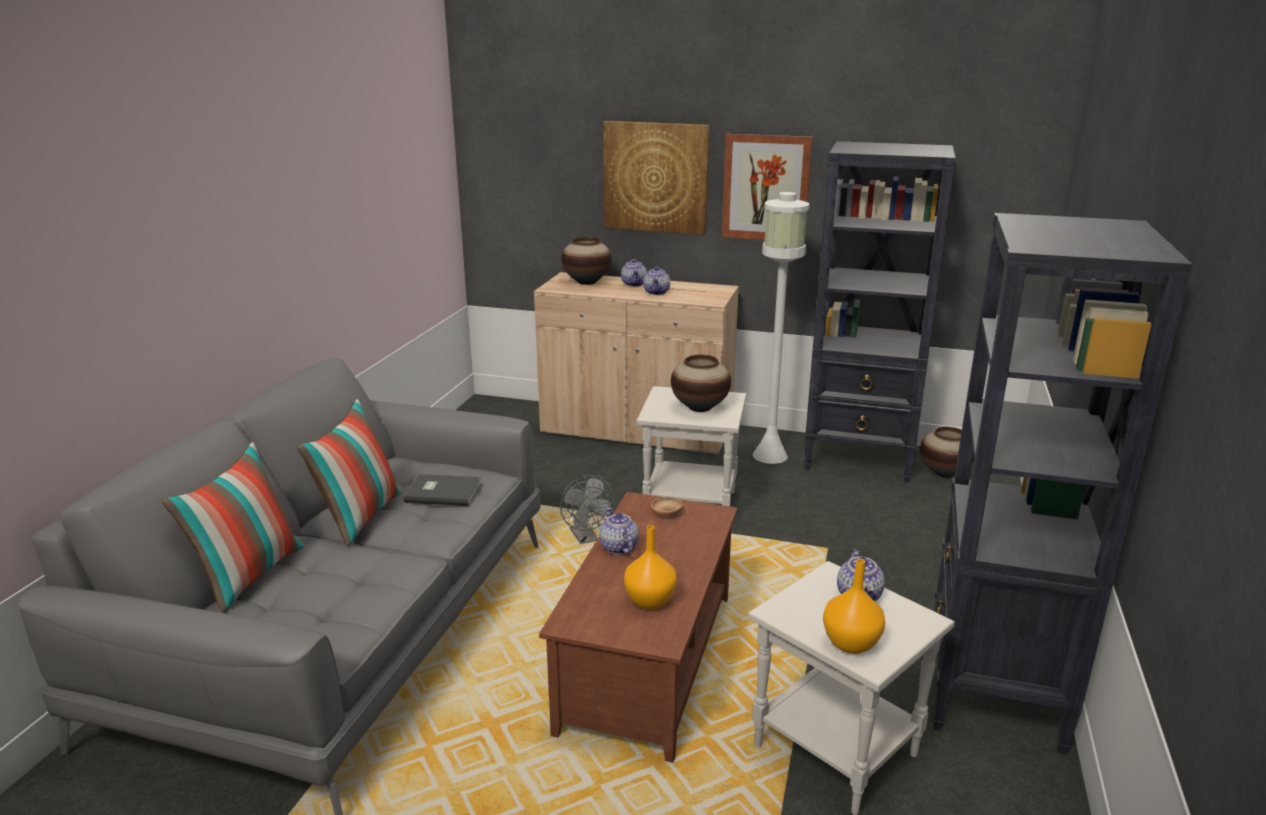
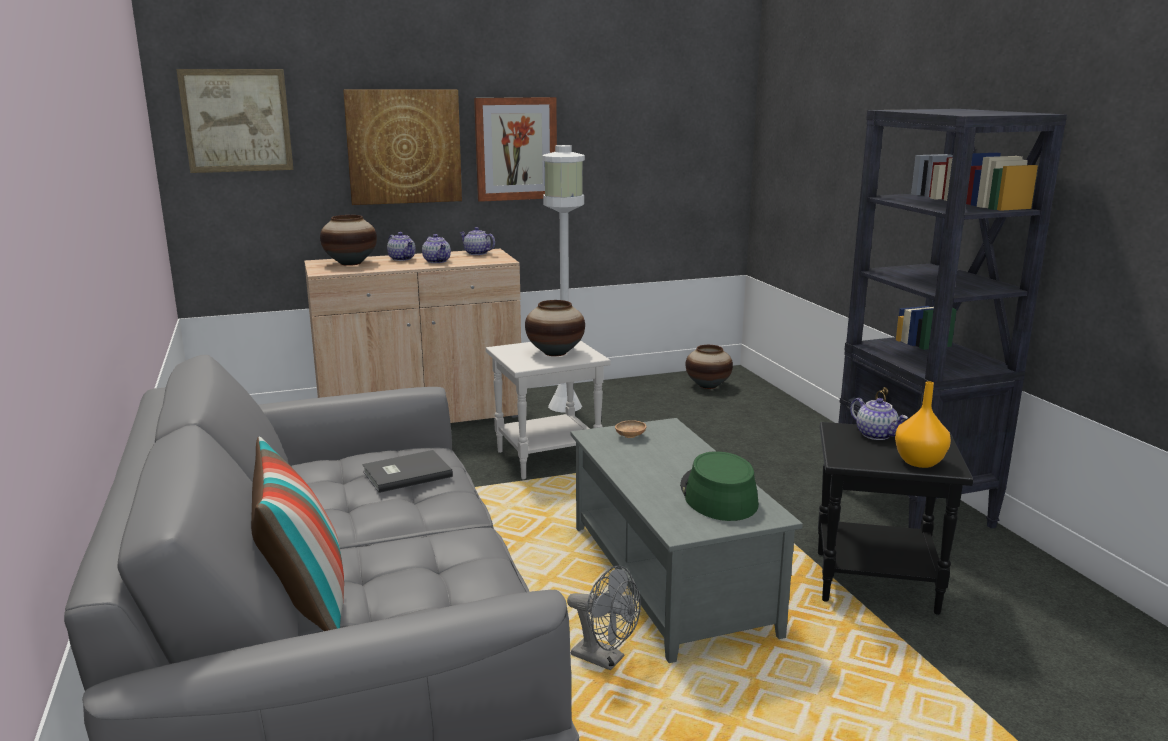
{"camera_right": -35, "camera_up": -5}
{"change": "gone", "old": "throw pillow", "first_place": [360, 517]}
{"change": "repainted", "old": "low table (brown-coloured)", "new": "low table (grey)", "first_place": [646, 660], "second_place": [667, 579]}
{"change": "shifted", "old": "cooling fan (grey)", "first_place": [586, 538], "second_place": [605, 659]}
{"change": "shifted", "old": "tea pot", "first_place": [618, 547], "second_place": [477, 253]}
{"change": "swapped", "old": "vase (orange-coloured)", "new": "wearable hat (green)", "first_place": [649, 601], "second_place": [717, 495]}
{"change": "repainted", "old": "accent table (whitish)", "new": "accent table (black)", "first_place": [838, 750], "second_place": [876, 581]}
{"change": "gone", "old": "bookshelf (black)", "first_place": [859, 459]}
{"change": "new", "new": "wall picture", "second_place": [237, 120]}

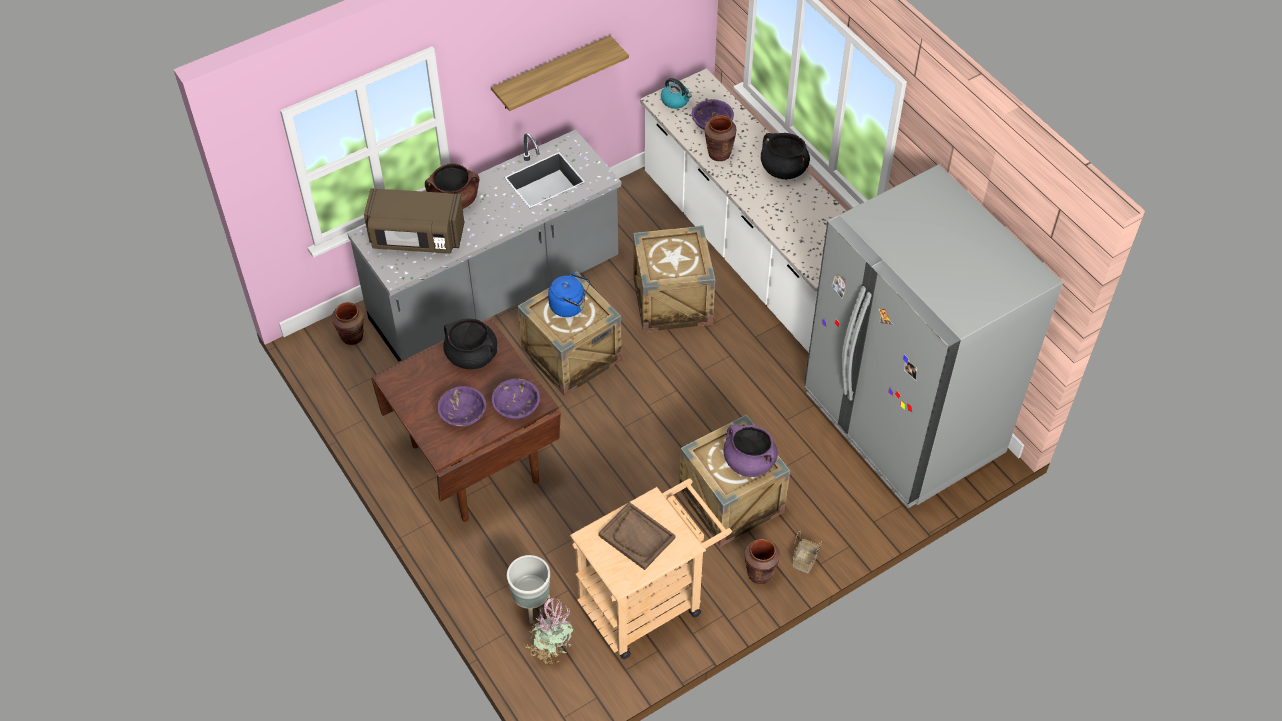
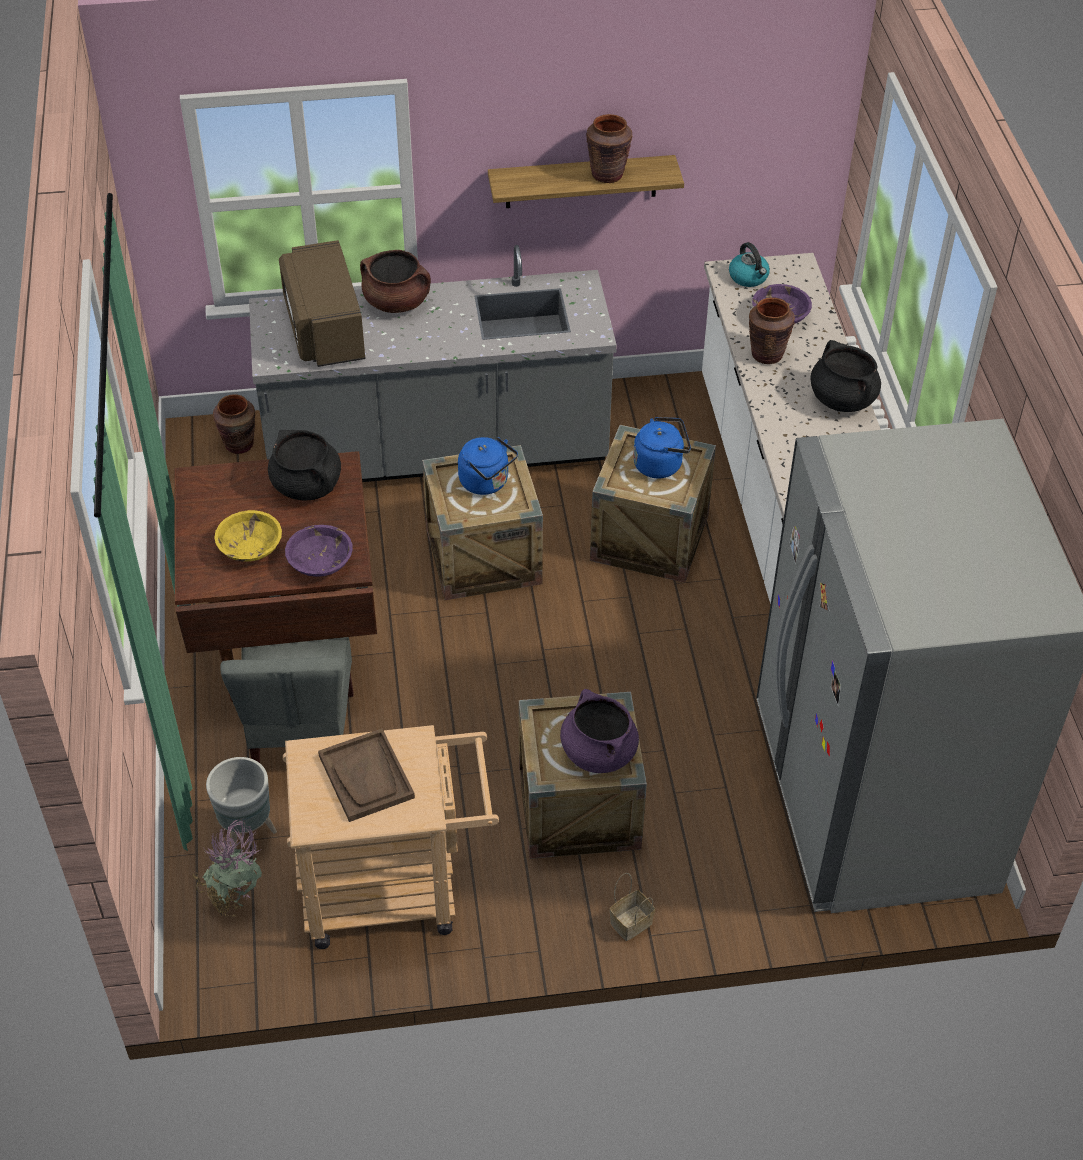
{"camera_right": 25, "camera_up": -5}
{"change": "rotated", "old": "microwave (brown-coloured)", "first_place": [416, 238], "second_place": [324, 329], "degrees": 45}
{"change": "repainted", "old": "deep dish (purple)", "new": "deep dish (yellow-coloured)", "first_place": [463, 414], "second_place": [250, 549]}
{"change": "shifted", "old": "vase (brown-coloured)", "first_place": [759, 573], "second_place": [607, 174]}
{"change": "new", "new": "plain chair (grey)", "second_place": [301, 735]}
{"change": "new", "new": "kettle (blue)", "second_place": [660, 464]}

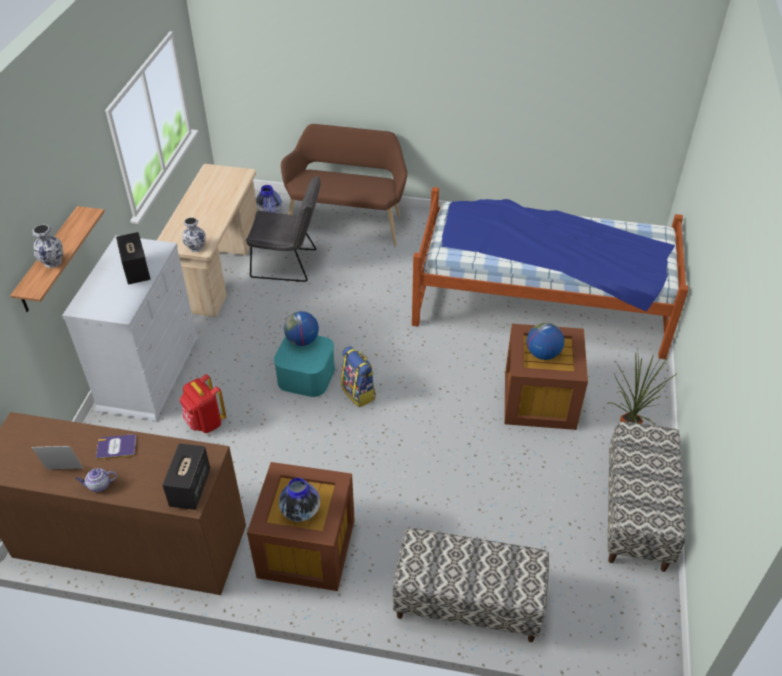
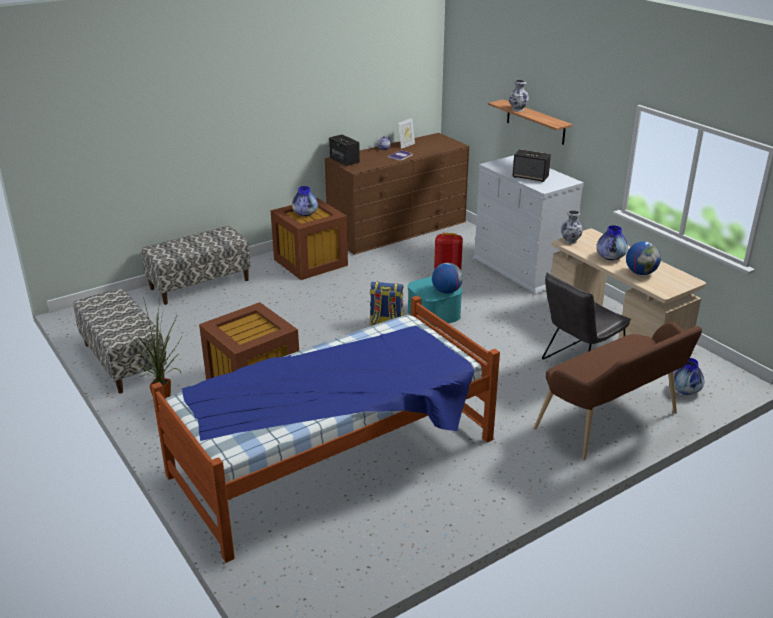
{"camera_right": 135, "camera_up": -15}
{"change": "shifted", "old": "desk globe", "first_place": [542, 354], "second_place": [640, 273]}
{"change": "new", "new": "vase", "second_place": [610, 257]}

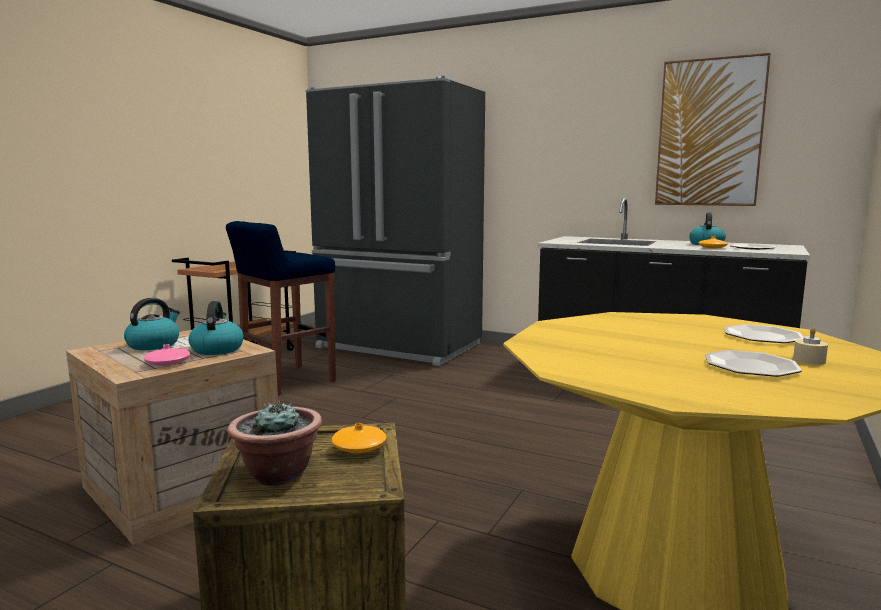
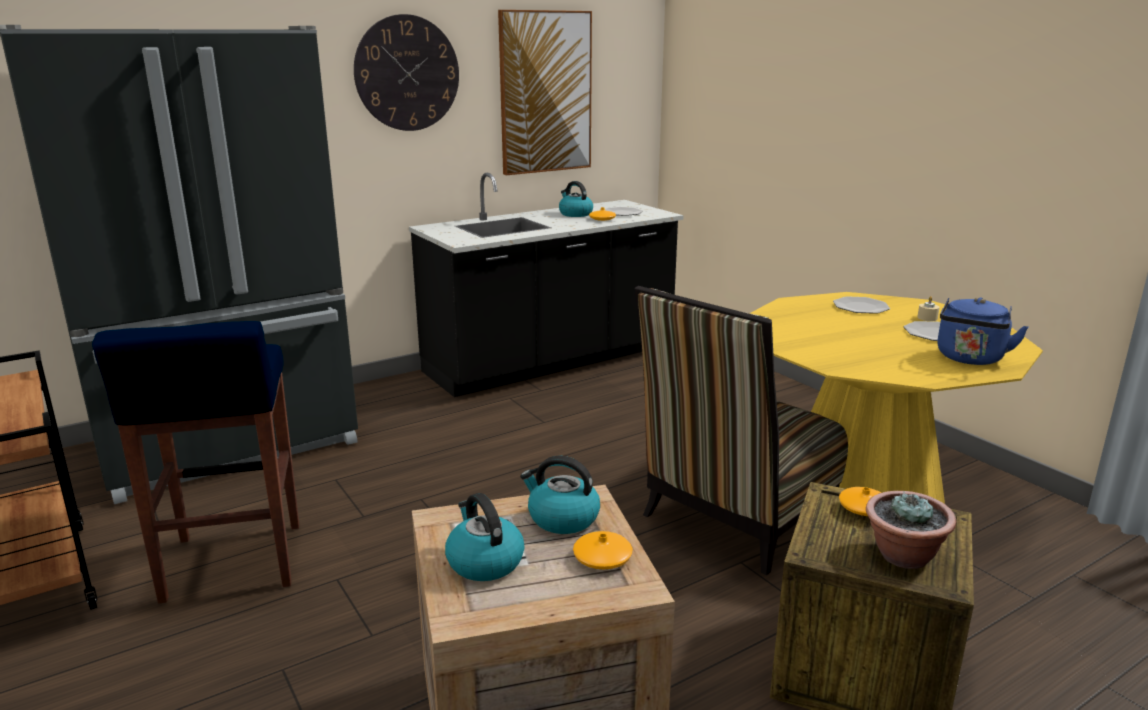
{"camera_right": -60, "camera_up": 10}
{"change": "repainted", "old": "vase (pink)", "new": "vase (orange-coloured)", "first_place": [167, 363], "second_place": [602, 558]}
{"change": "new", "new": "clock on the wall", "second_place": [407, 73]}
{"change": "new", "new": "plain chair", "second_place": [740, 515]}
{"change": "new", "new": "kettle (blue)", "second_place": [970, 359]}

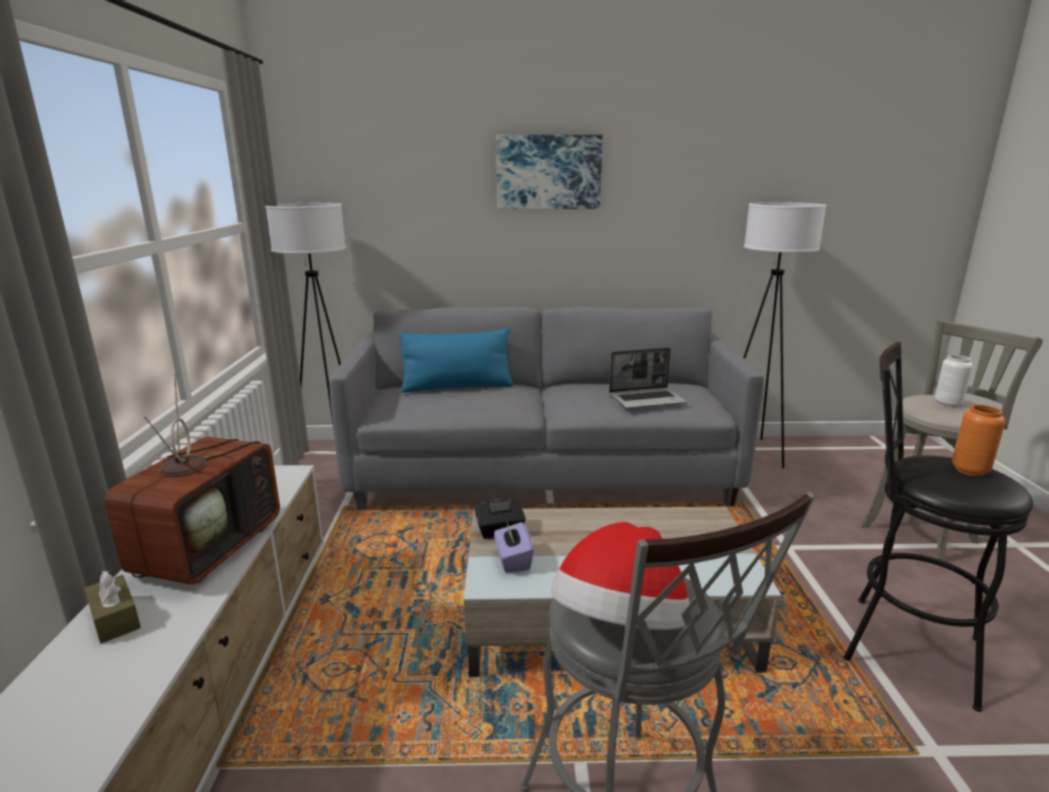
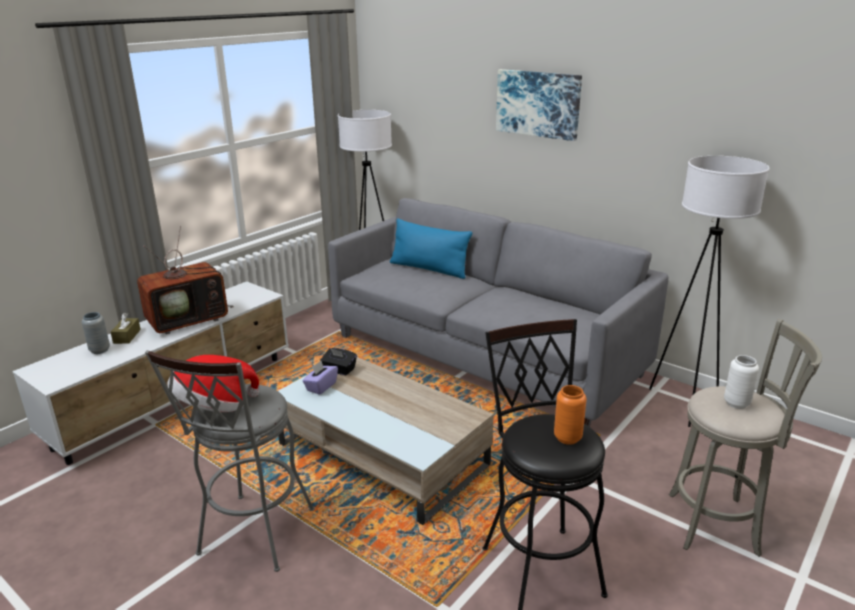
{"camera_right": 40, "camera_up": 5}
{"change": "gone", "old": "notebook computer", "first_place": [647, 399]}
{"change": "new", "new": "vase (grey)", "second_place": [100, 350]}

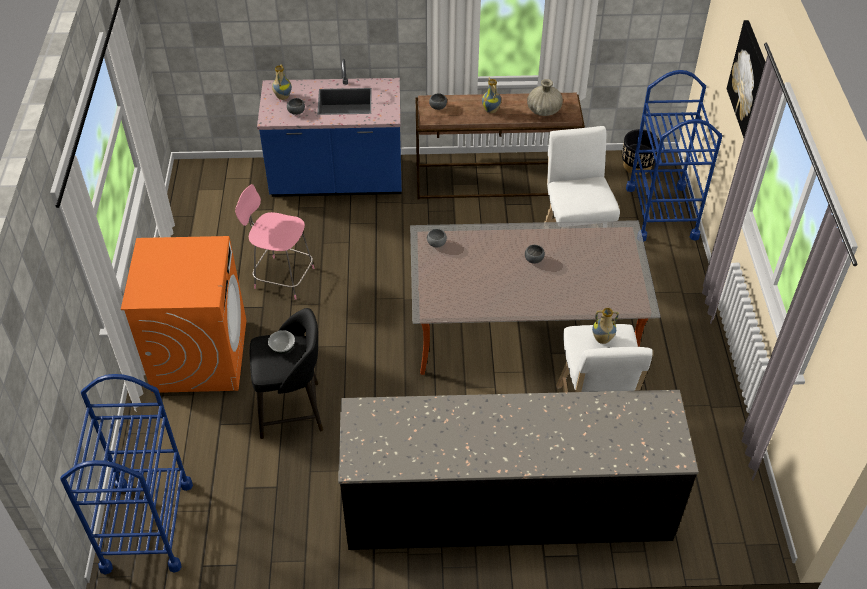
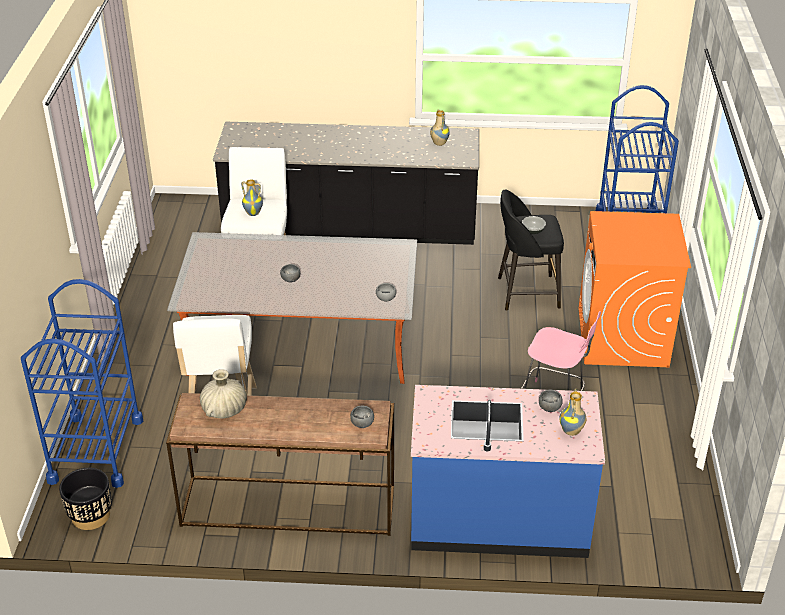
{"camera_right": -175, "camera_up": -10}
{"change": "shifted", "old": "vase", "first_place": [491, 110], "second_place": [439, 143]}
{"change": "gone", "old": "wall picture", "first_place": [749, 80]}

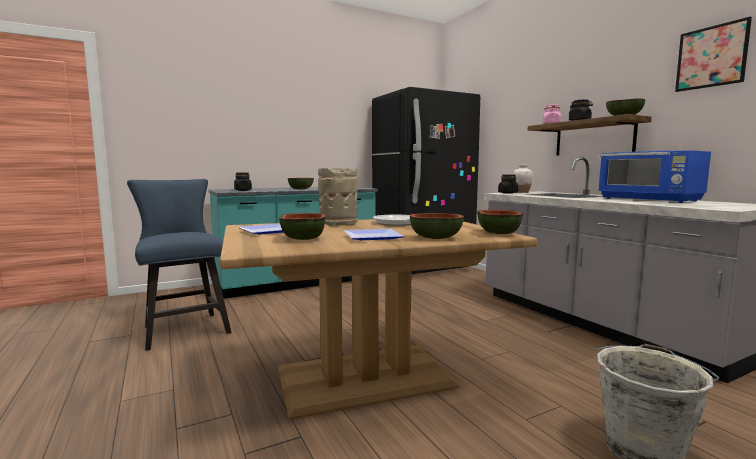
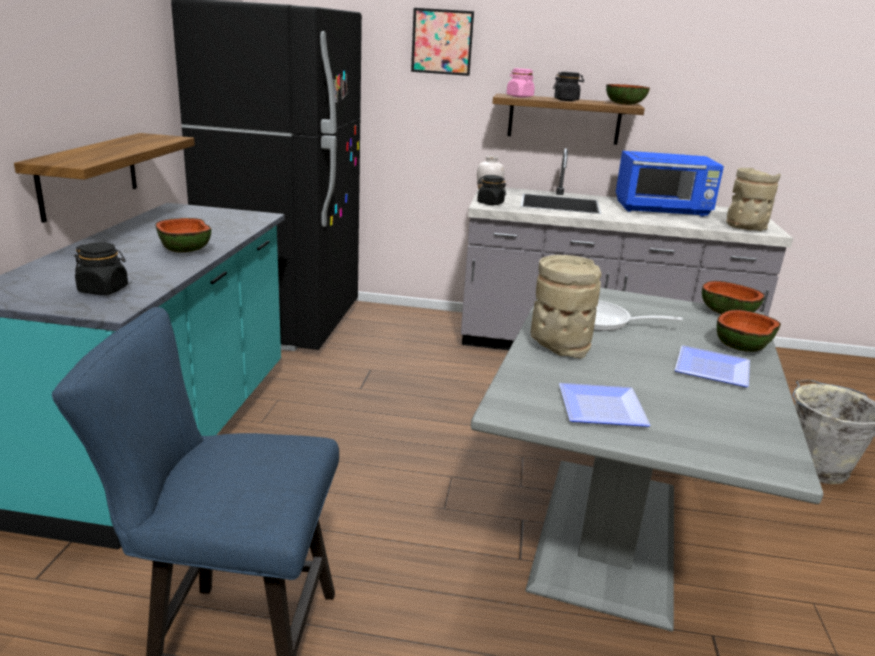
{"camera_right": -55, "camera_up": 15}
{"change": "repainted", "old": "dining table (brown-coloured)", "new": "dining table (grey)", "first_place": [366, 378], "second_place": [610, 534]}
{"change": "gone", "old": "deep dish", "first_place": [302, 239]}
{"change": "shifted", "old": "wall picture", "first_place": [711, 57], "second_place": [442, 42]}
{"change": "new", "new": "wall shelf", "second_place": [89, 175]}
{"change": "new", "new": "vase (sand-coloured)", "second_place": [744, 228]}

